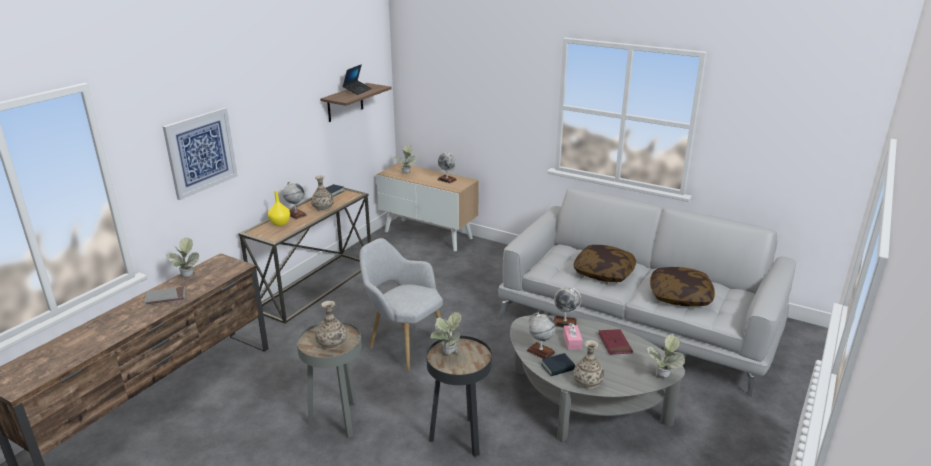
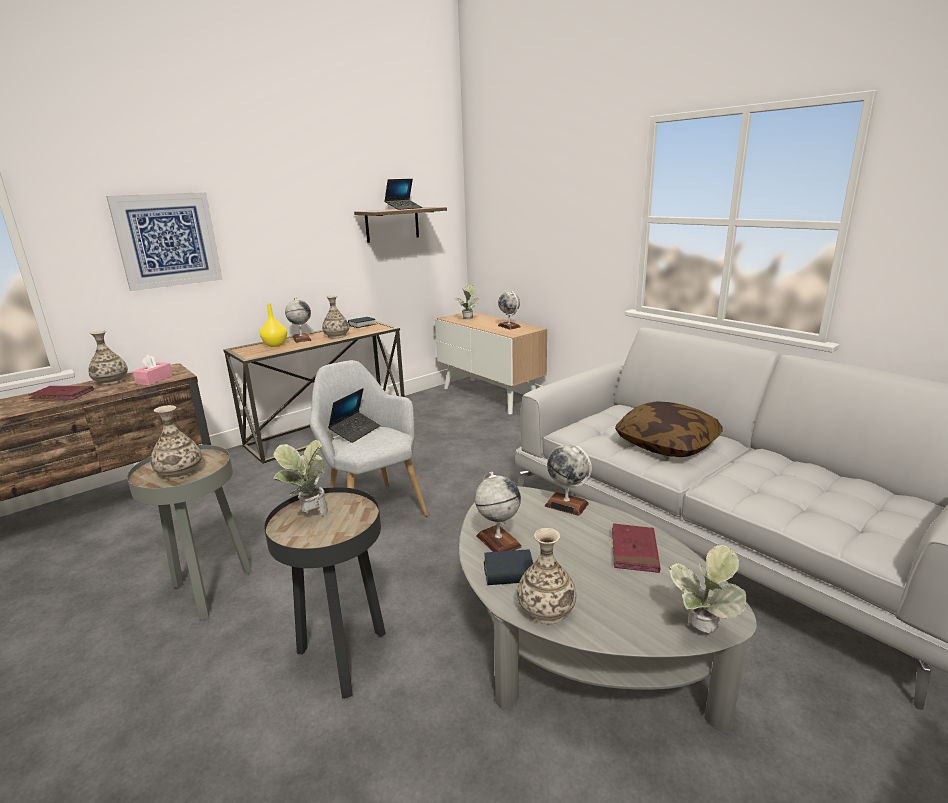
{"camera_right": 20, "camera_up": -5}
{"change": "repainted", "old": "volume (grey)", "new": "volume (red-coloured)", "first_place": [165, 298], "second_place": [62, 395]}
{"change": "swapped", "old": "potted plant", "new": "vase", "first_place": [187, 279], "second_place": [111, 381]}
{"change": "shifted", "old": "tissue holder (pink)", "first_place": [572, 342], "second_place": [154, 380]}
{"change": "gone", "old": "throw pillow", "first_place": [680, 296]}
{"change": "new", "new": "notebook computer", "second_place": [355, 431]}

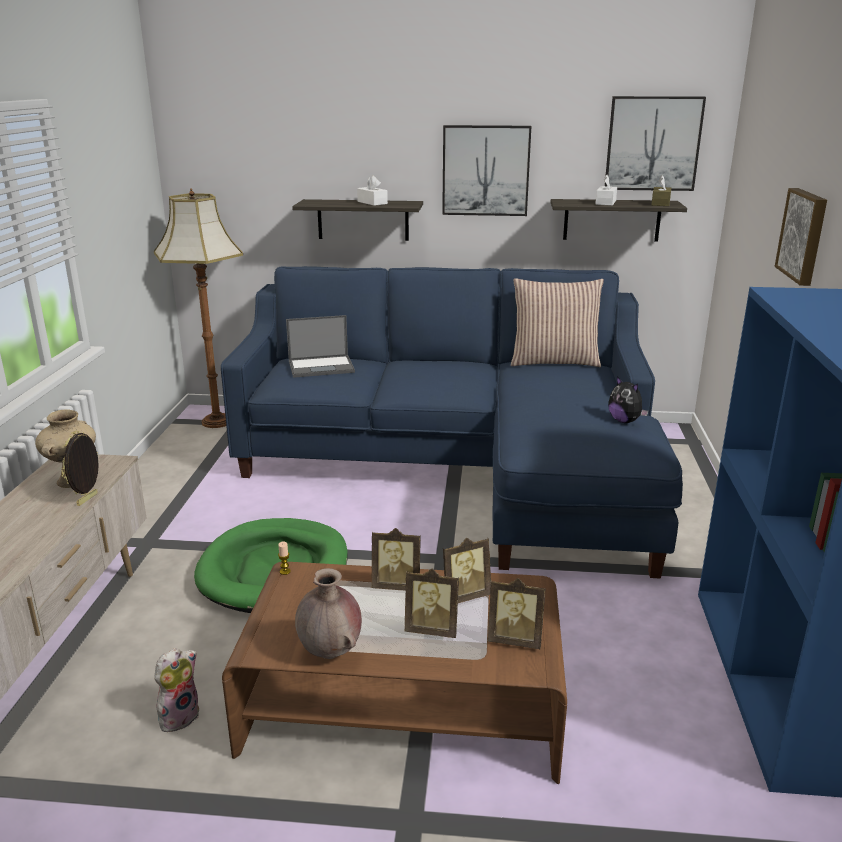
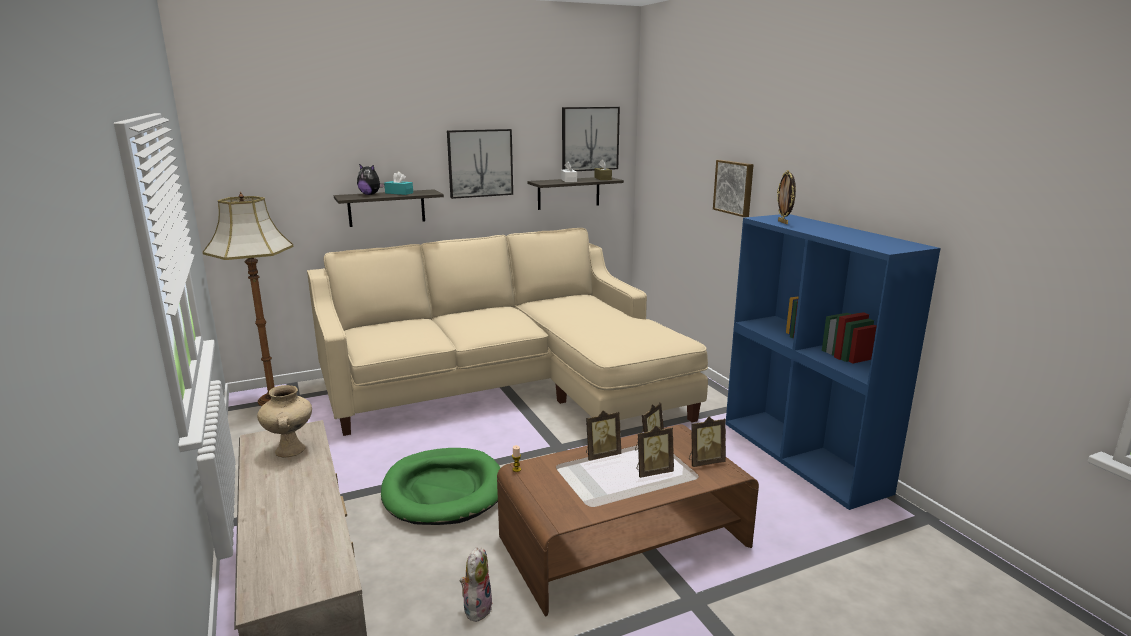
{"camera_right": -30, "camera_up": -5}
{"change": "shifted", "old": "standing frame", "first_place": [88, 500], "second_place": [783, 222]}
{"change": "repainted", "old": "sofa (blue)", "new": "sofa (sand-coloured)", "first_place": [463, 466], "second_place": [511, 386]}
{"change": "gone", "old": "notebook computer", "first_place": [322, 366]}
{"change": "gone", "old": "vase (brown-coloured)", "first_place": [330, 652]}
{"change": "repainted", "old": "tissue holder (whitish)", "new": "tissue holder (turquoise)", "first_place": [372, 203], "second_place": [399, 193]}
{"change": "gone", "old": "throw pillow", "first_place": [554, 361]}
{"change": "shifted", "old": "plush toy", "first_place": [625, 421], "second_place": [370, 194]}

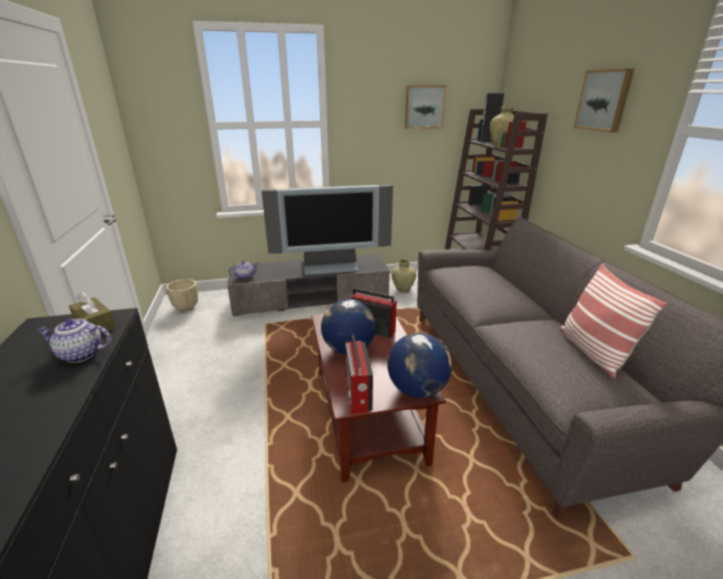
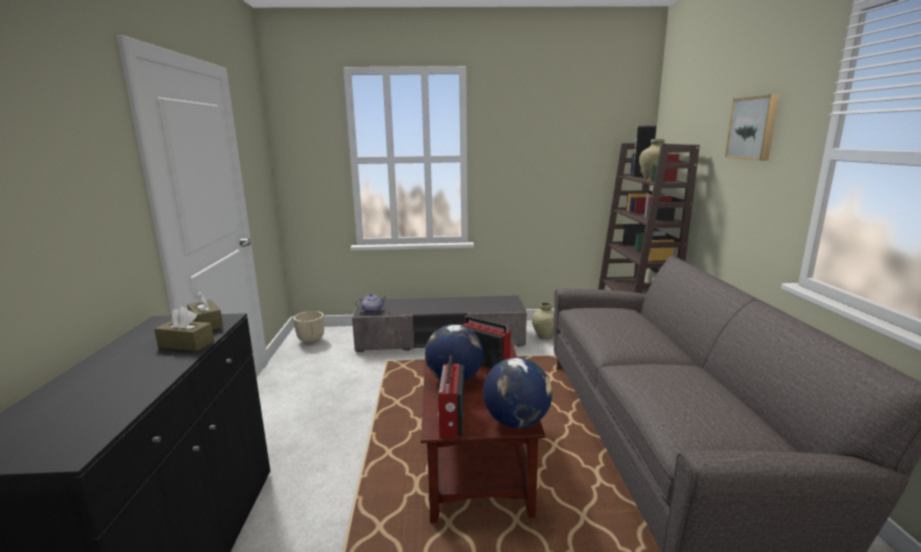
{"camera_right": 10, "camera_up": -10}
{"change": "swapped", "old": "tea pot", "new": "tissue holder (brown-coloured)", "first_place": [80, 354], "second_place": [186, 344]}
{"change": "gone", "old": "TV", "first_place": [330, 267]}
{"change": "gone", "old": "wall picture", "first_place": [424, 107]}
{"change": "gone", "old": "throw pillow", "first_place": [593, 351]}

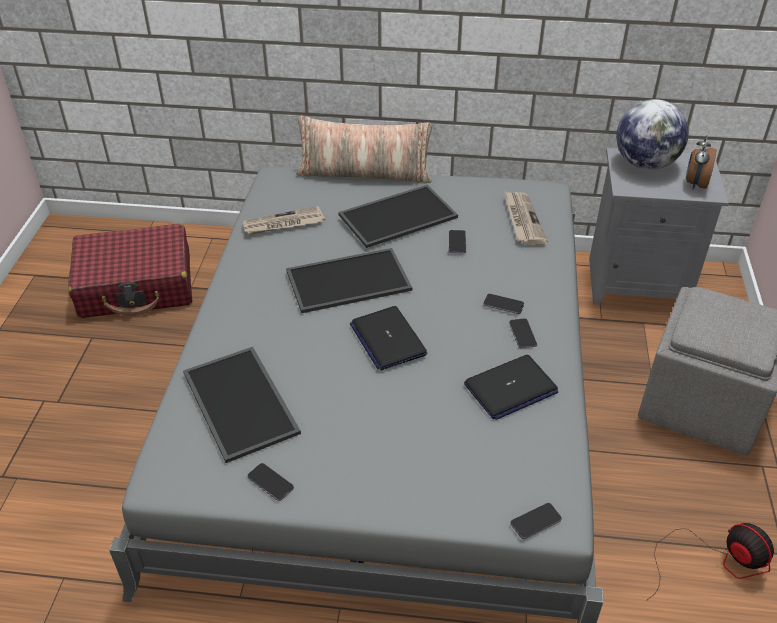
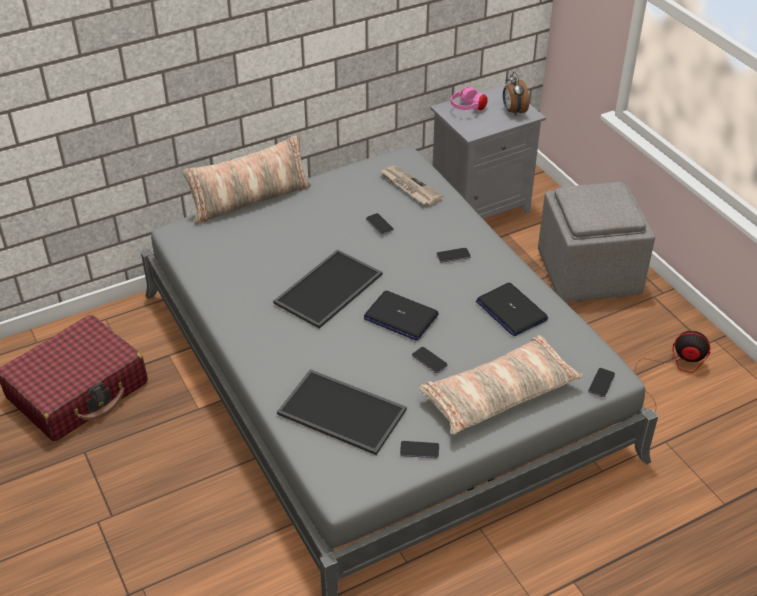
{"camera_right": -35, "camera_up": 0}
{"change": "gone", "old": "daily paper", "first_place": [283, 224]}
{"change": "gone", "old": "carrying tray", "first_place": [398, 215]}
{"change": "rotated", "old": "notebook computer", "first_place": [510, 388], "second_place": [511, 310], "degrees": 120}
{"change": "shifted", "old": "telephone", "first_place": [522, 334], "second_place": [429, 361]}
{"change": "swapped", "old": "desk globe", "new": "pair of headphones (pink)", "first_place": [644, 164], "second_place": [467, 109]}
{"change": "new", "new": "throw pillow", "second_place": [498, 394]}

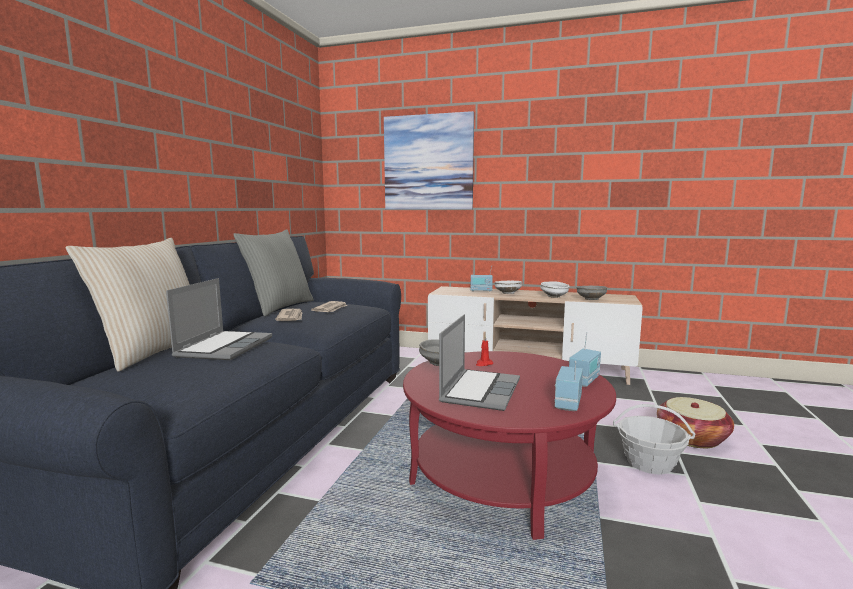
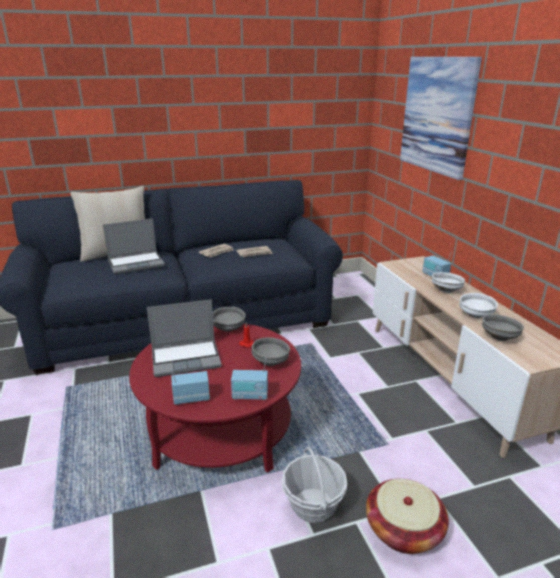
{"camera_right": 55, "camera_up": 15}
{"change": "gone", "old": "throw pillow (grey)", "first_place": [278, 307]}
{"change": "new", "new": "deep dish (grey)", "second_place": [271, 362]}

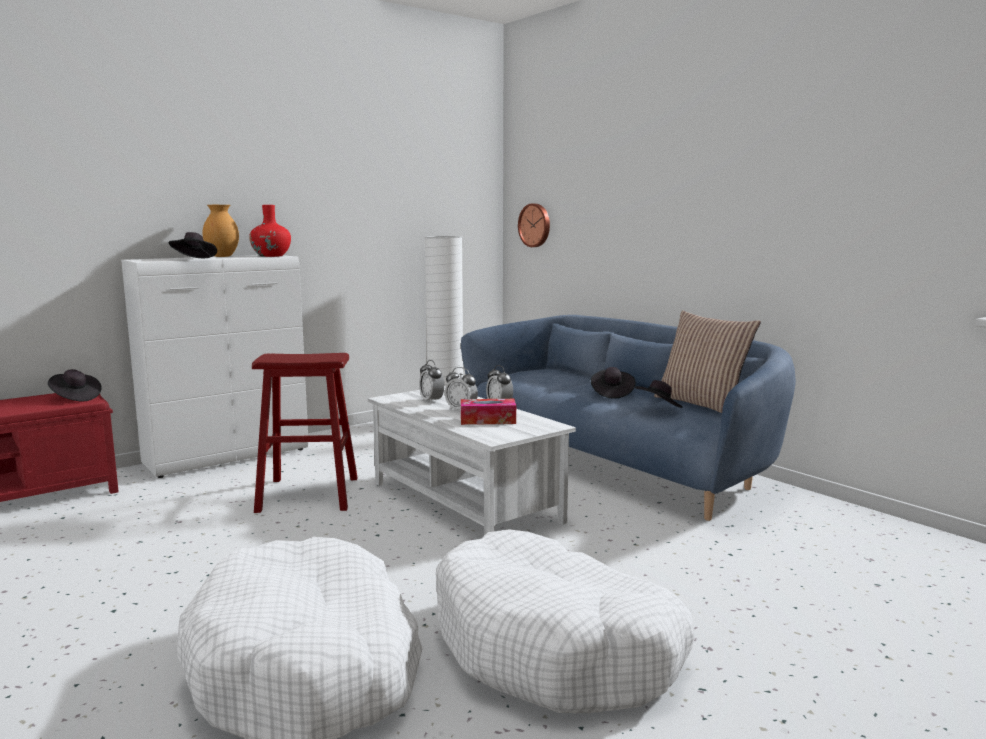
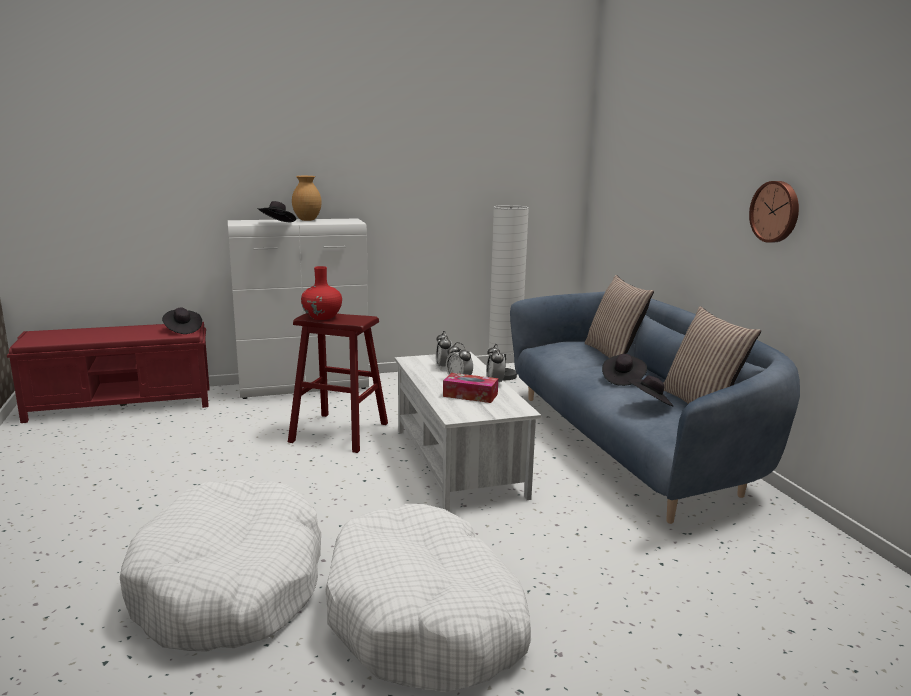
{"camera_right": 20, "camera_up": 5}
{"change": "shifted", "old": "vase (red-coloured)", "first_place": [271, 256], "second_place": [322, 317]}
{"change": "shifted", "old": "clock on the wall", "first_place": [535, 225], "second_place": [776, 211]}
{"change": "new", "new": "throw pillow", "second_place": [613, 354]}

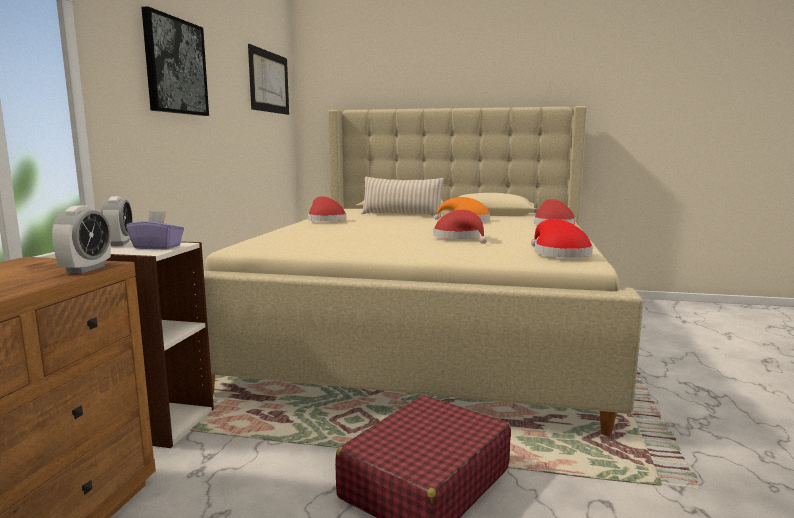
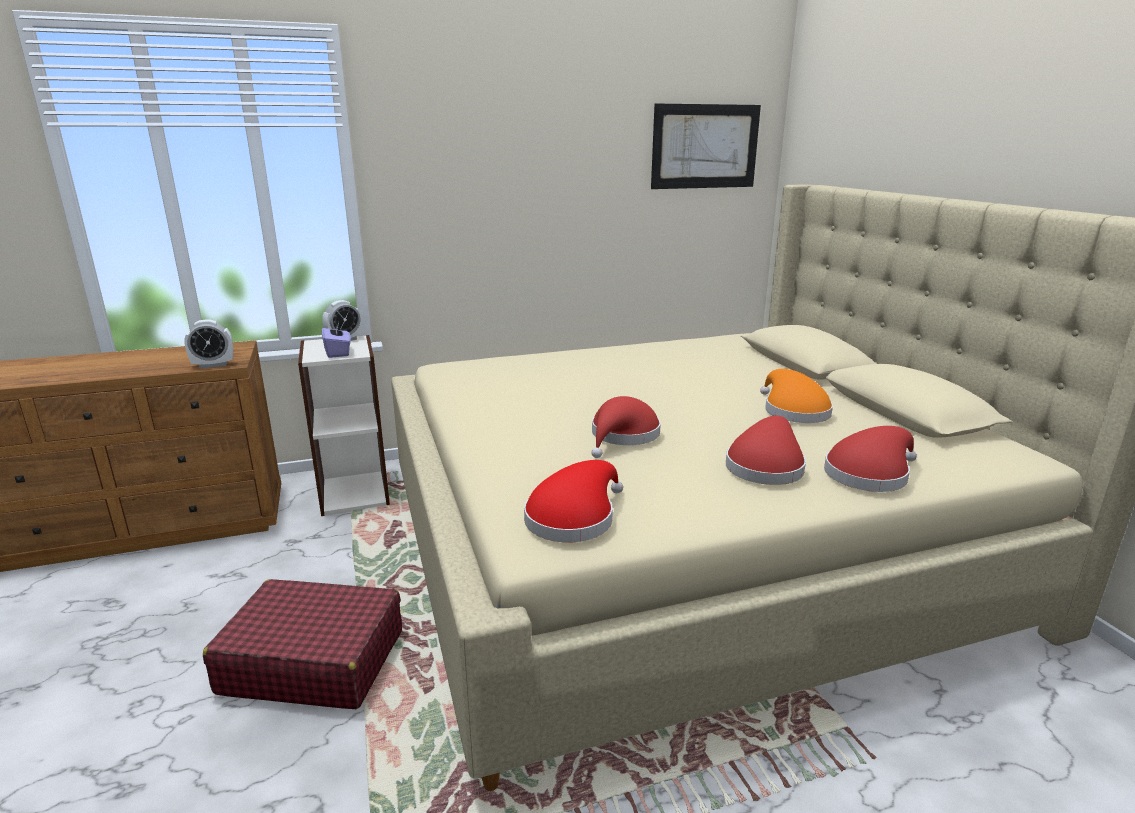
{"camera_right": 60, "camera_up": 10}
{"change": "gone", "old": "wall picture", "first_place": [175, 66]}
{"change": "shifted", "old": "wearable hat (red-coloured)", "first_place": [325, 220], "second_place": [765, 466]}
{"change": "gone", "old": "throw pillow (sand-coloured)", "first_place": [401, 214]}

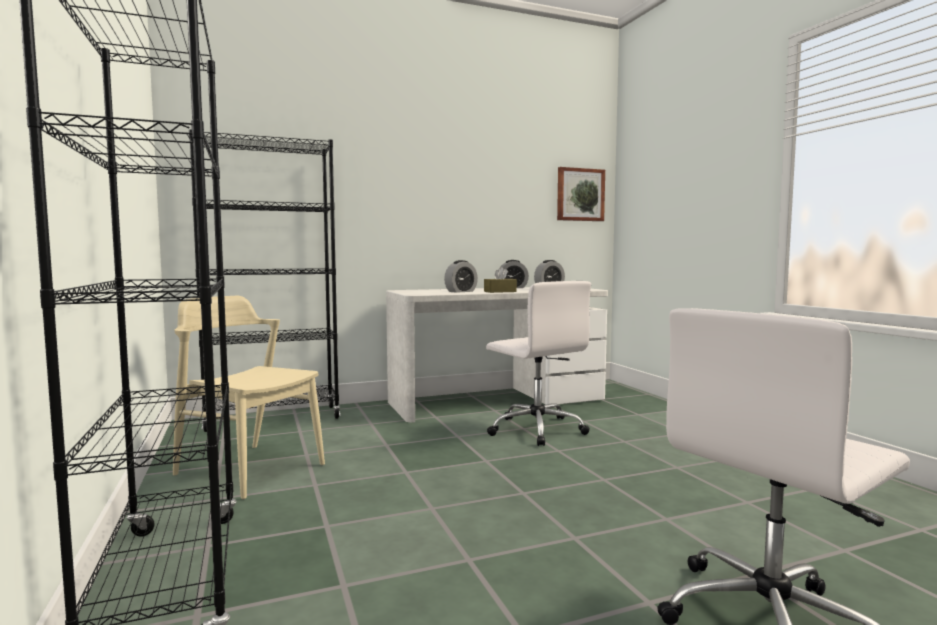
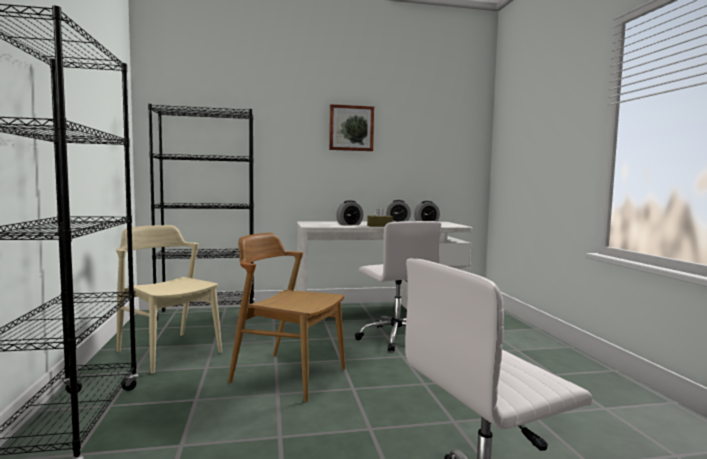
{"camera_right": 10, "camera_up": 0}
{"change": "shifted", "old": "wall picture", "first_place": [580, 194], "second_place": [351, 128]}
{"change": "new", "new": "plain chair (brown-coloured)", "second_place": [288, 375]}

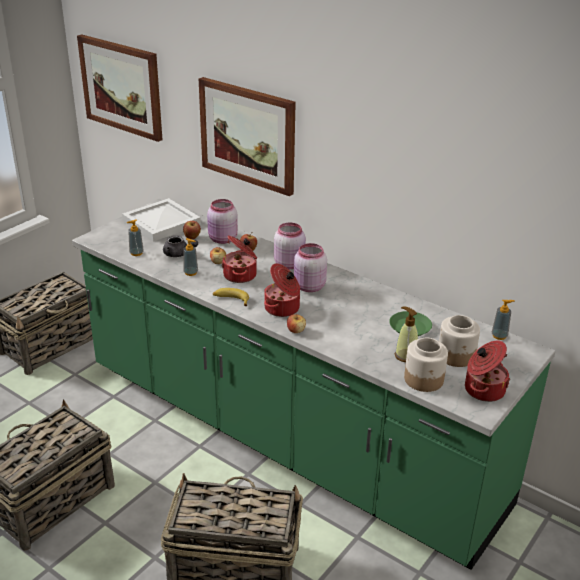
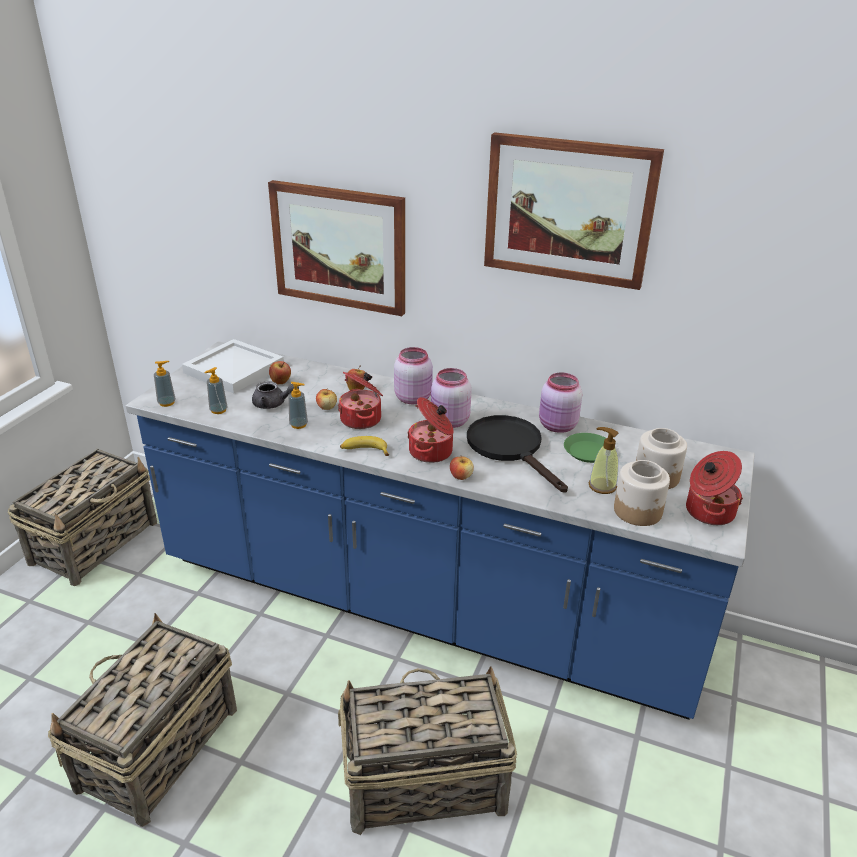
{"camera_right": -15, "camera_up": 0}
{"change": "repainted", "old": "kitchen counter (green)", "new": "kitchen counter (blue)", "first_place": [287, 436], "second_place": [425, 603]}
{"change": "shifted", "old": "wall picture", "first_place": [121, 87], "second_place": [568, 210]}
{"change": "shifted", "old": "storage jar (pink)", "first_place": [222, 239], "second_place": [557, 426]}
{"change": "shifted", "old": "liquid soap bottle", "first_place": [499, 336], "second_place": [167, 403]}
{"change": "new", "new": "skillet (black)", "second_place": [510, 448]}

